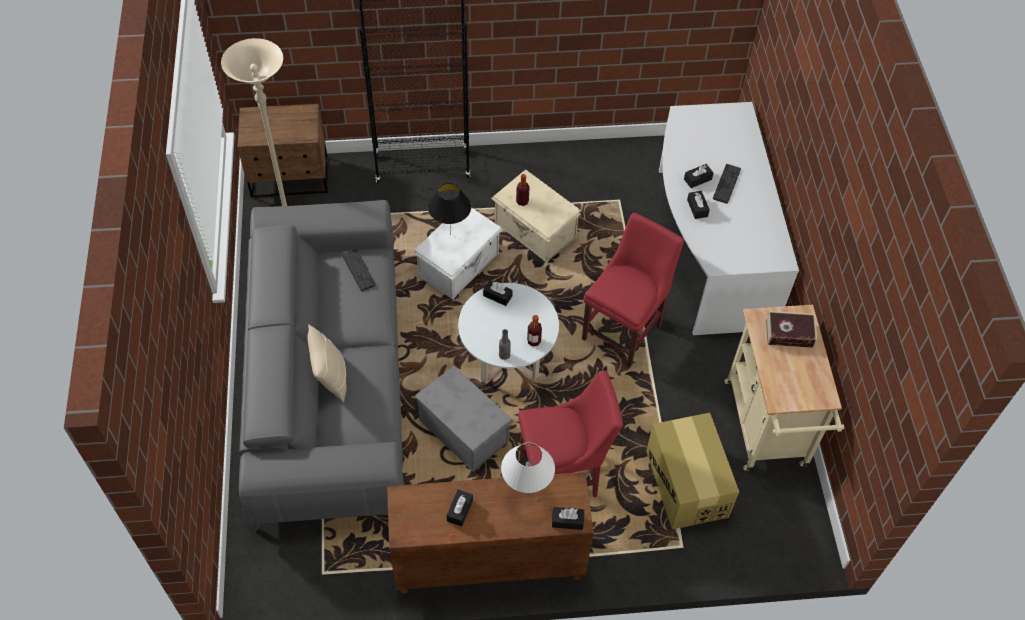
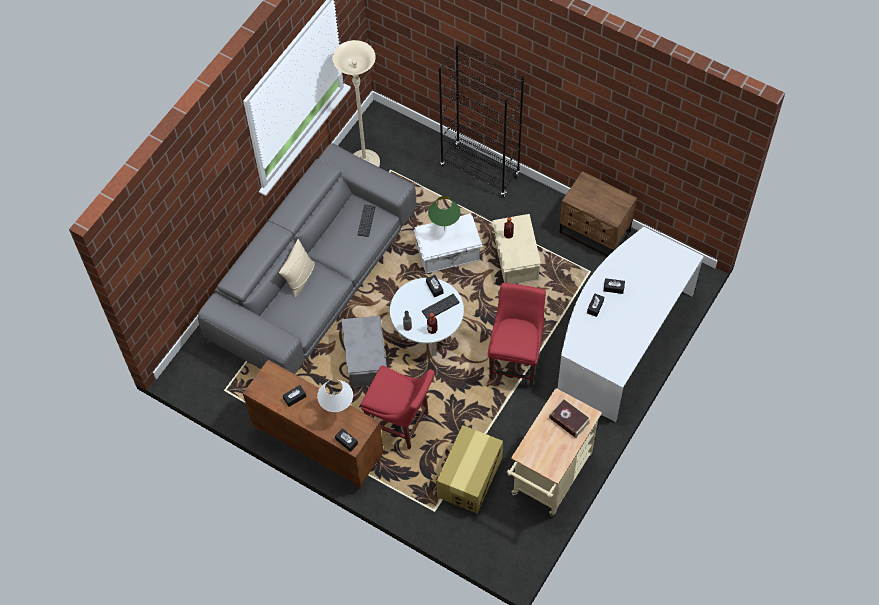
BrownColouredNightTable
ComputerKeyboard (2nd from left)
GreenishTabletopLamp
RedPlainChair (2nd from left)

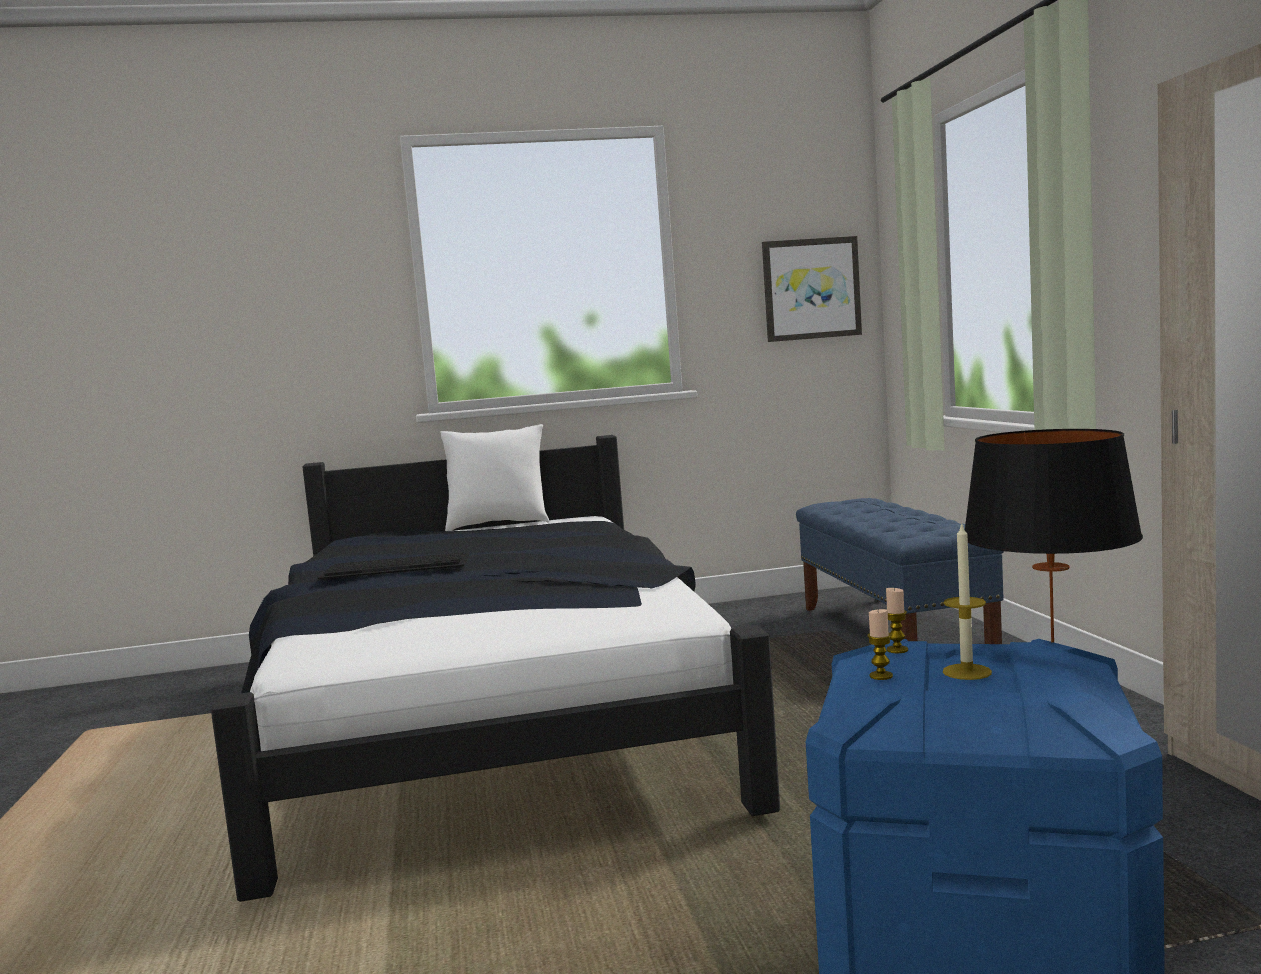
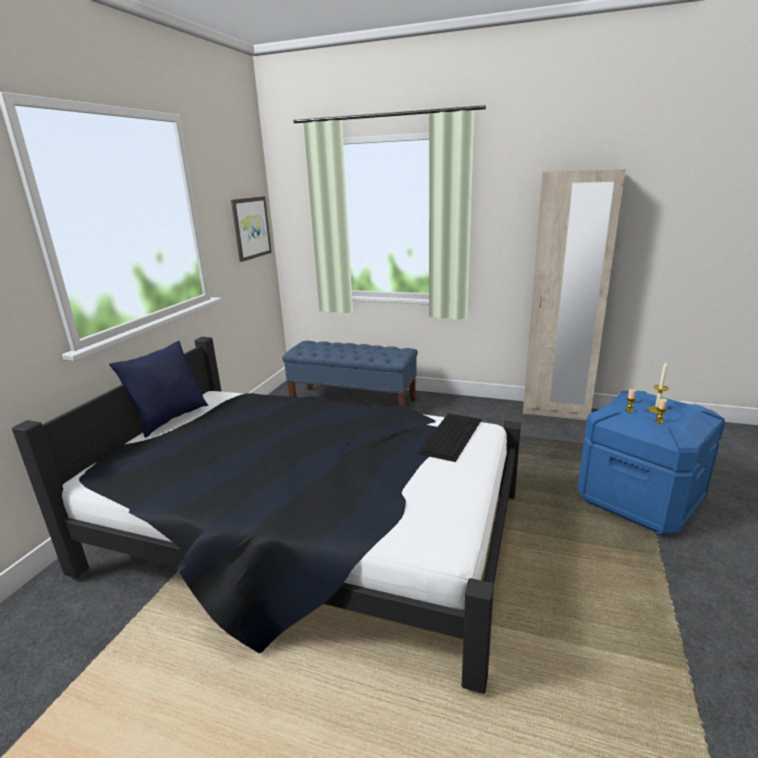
BlackishTabletopLamp
ComputerKeyboard
BlueCushion

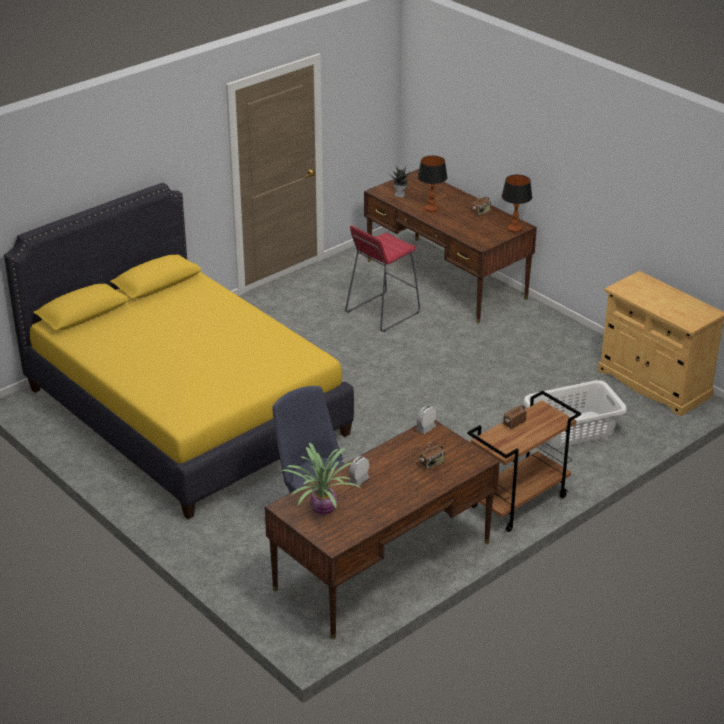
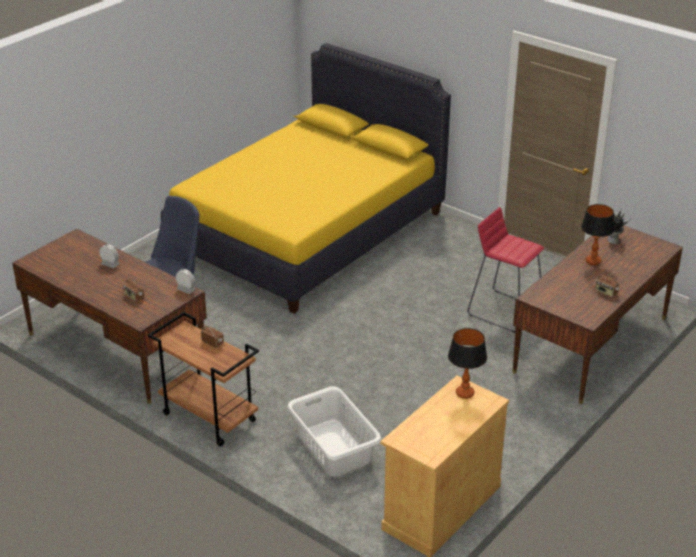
PlantInAPot (1st from left in the first image)
TabletopLamp (1st from left)

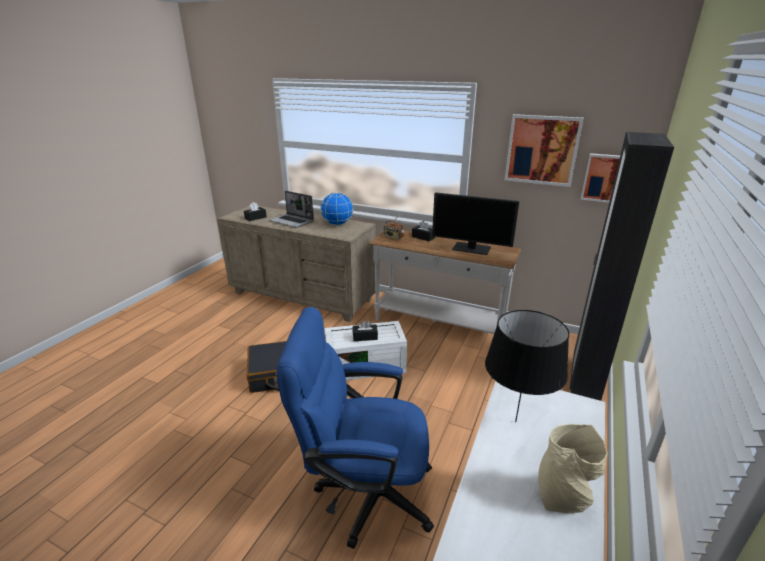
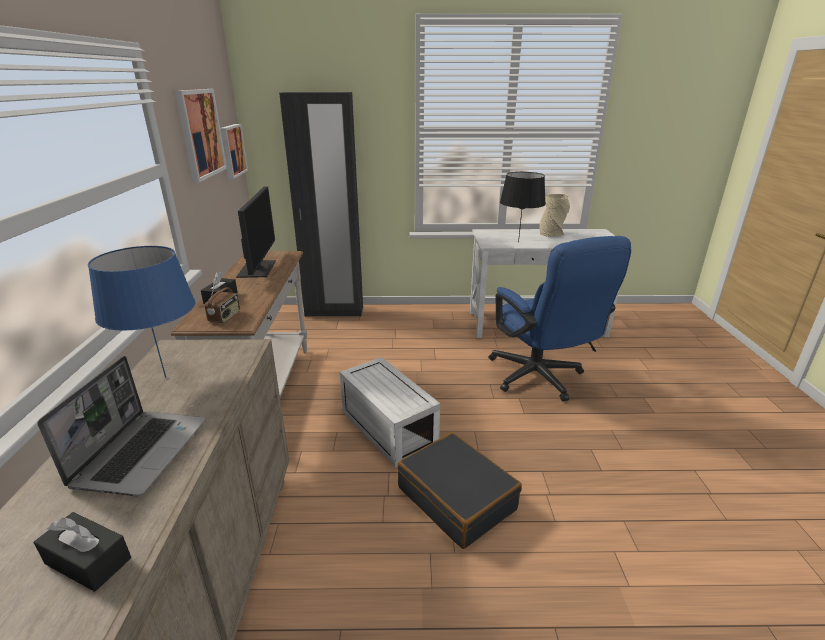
BlackishTissueBox (2nd from left in the first image)
BlueTabletopLamp

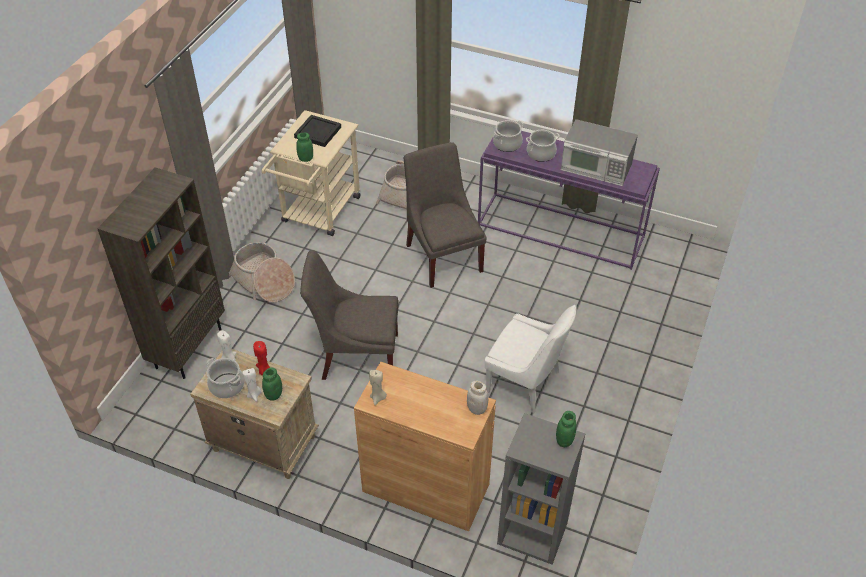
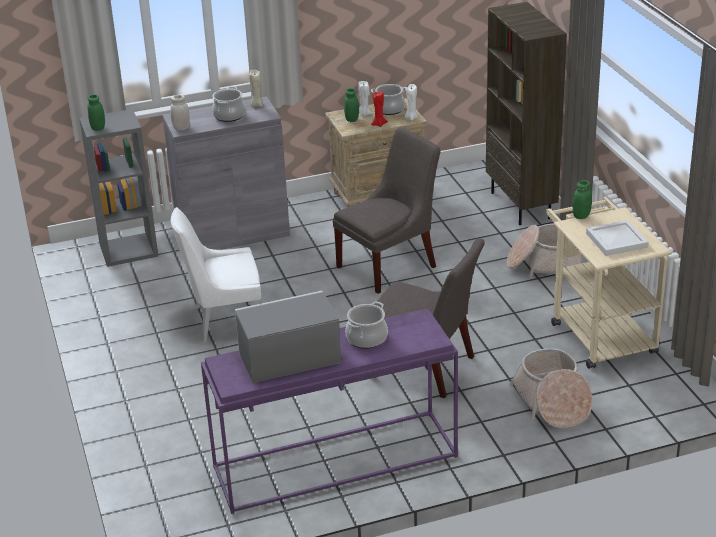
Saucepot (1st from left)
WhiteColouredServingTray
GreyishCupboard

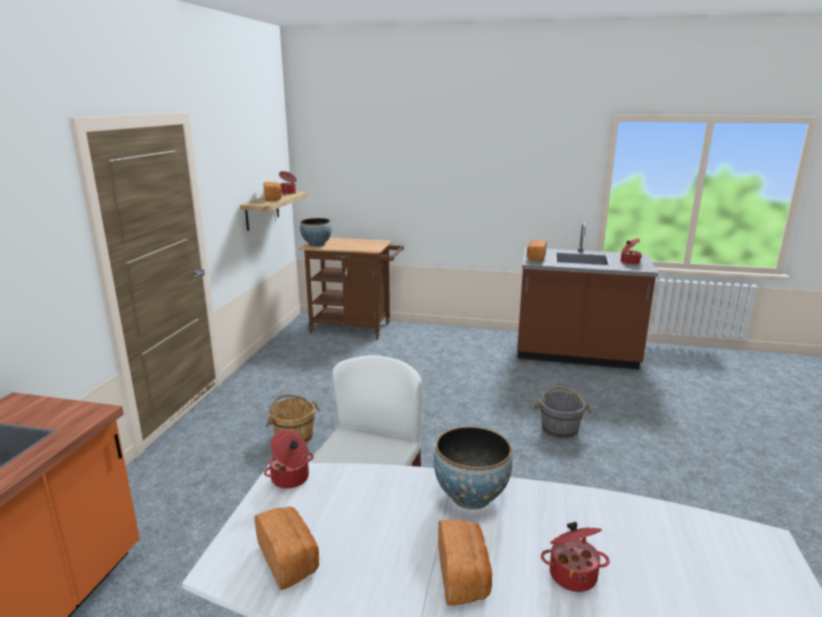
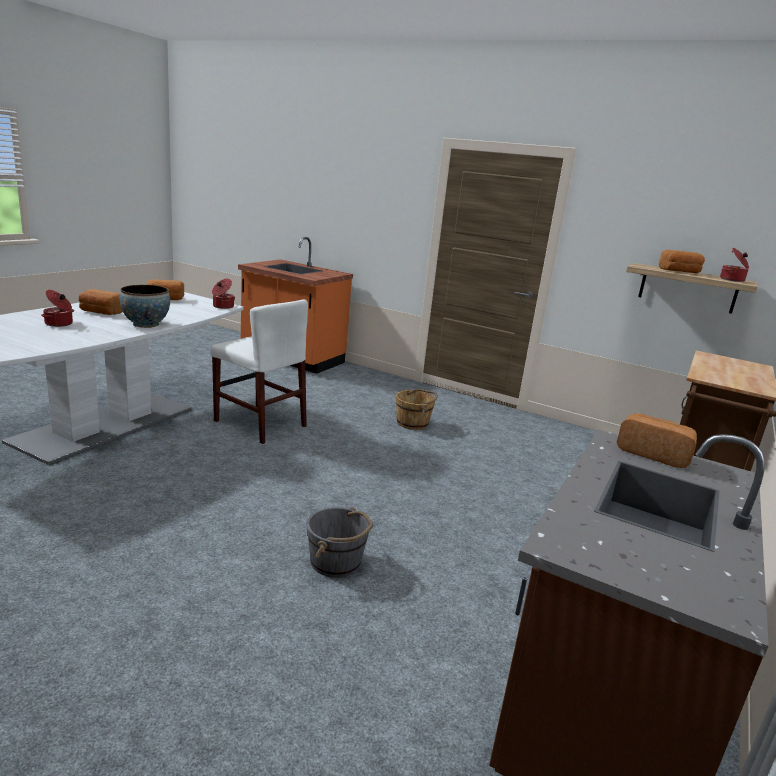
DeepDish (1st from left in the first image)
Saucepot (4th from left in the first image)

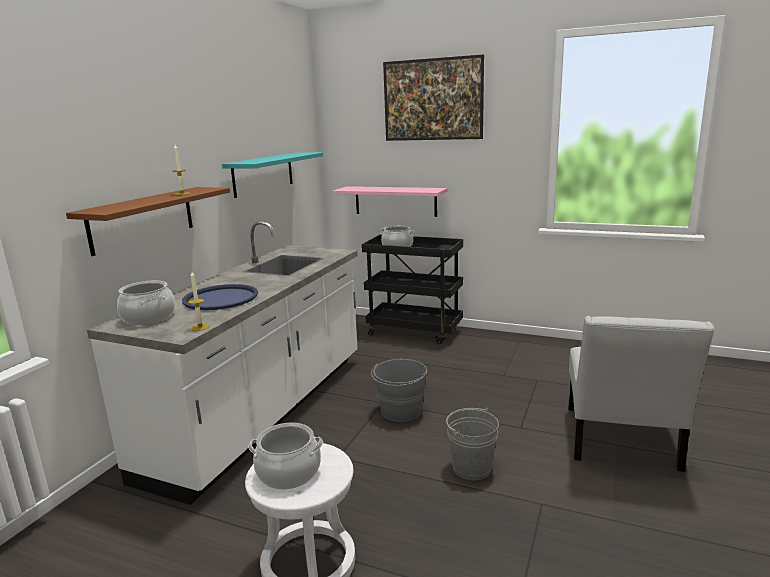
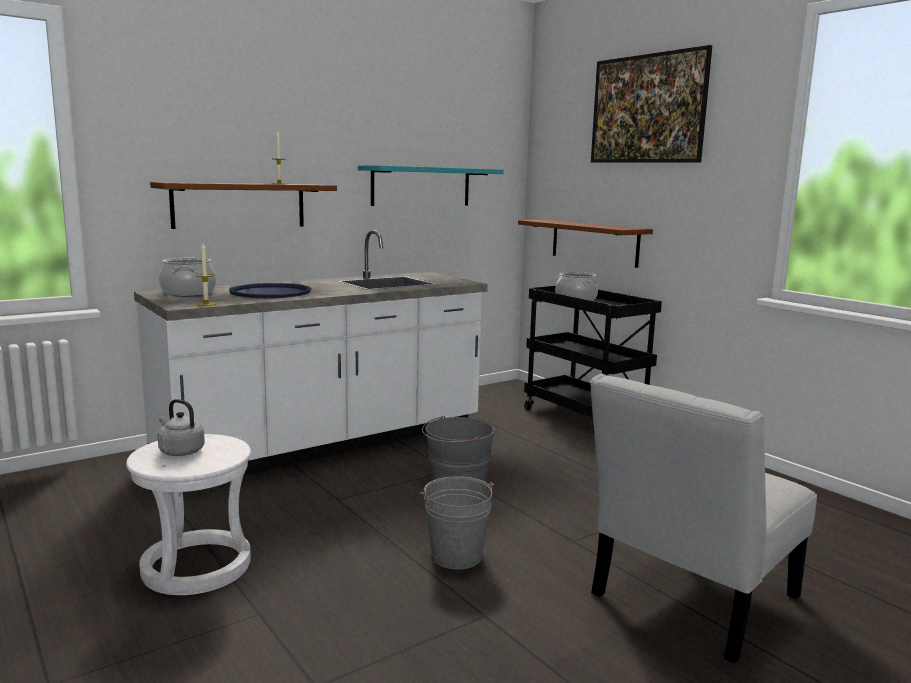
GreyishTeaKettle
BrownColouredWallShelf (2nd from left)

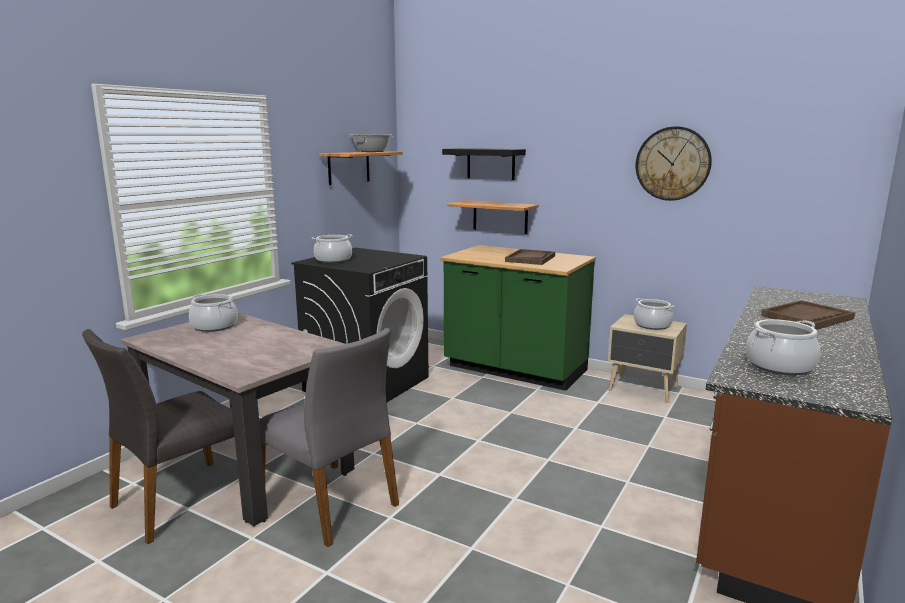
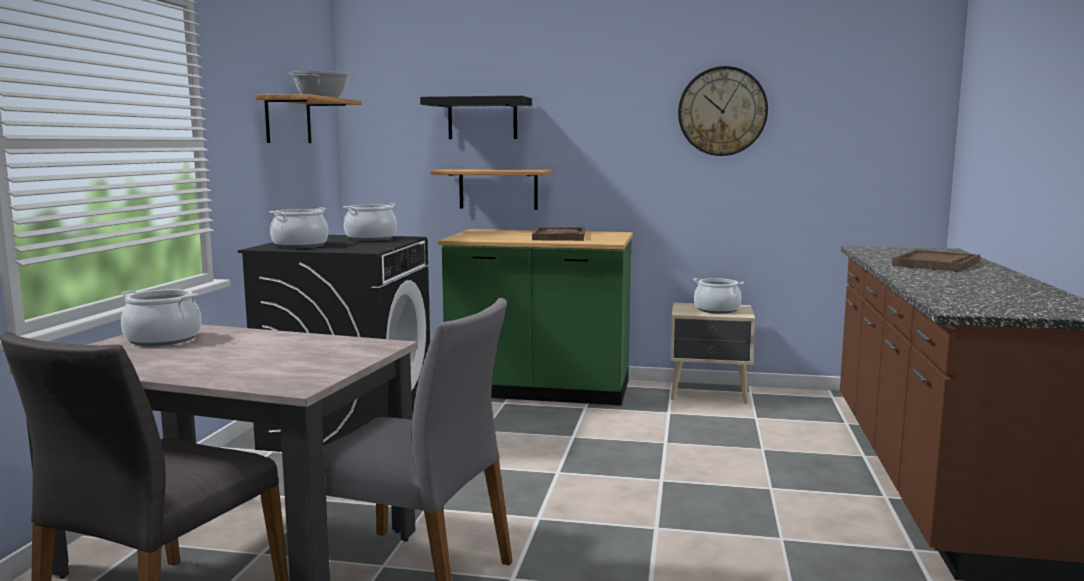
Saucepot (4th from left)

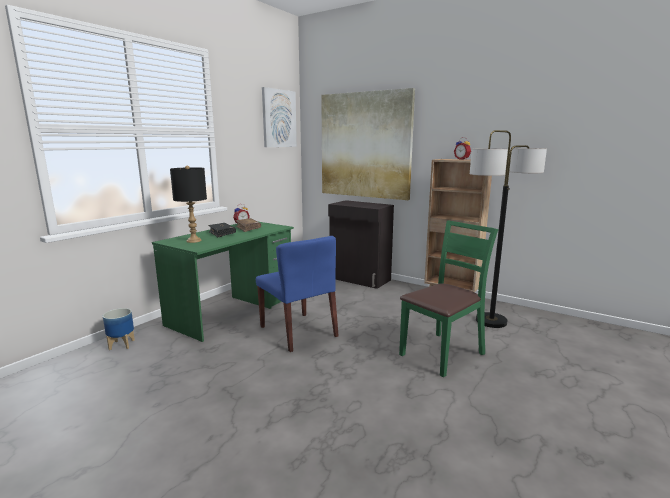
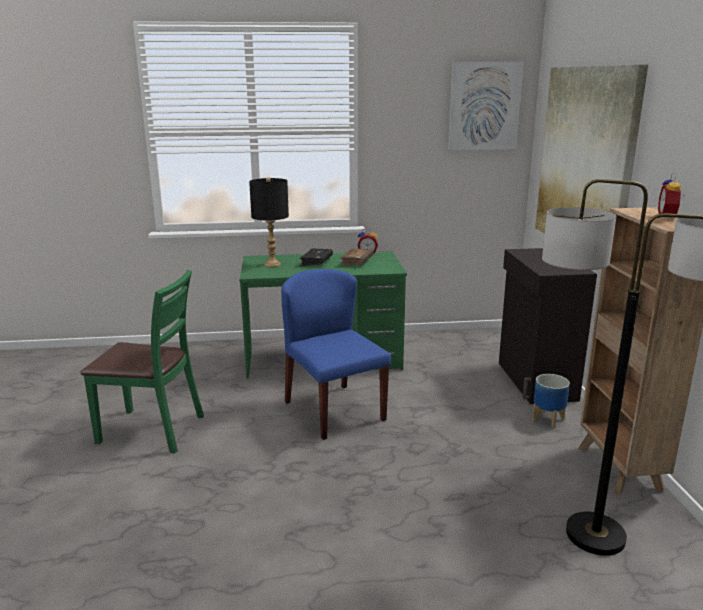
PlantPot
GreenishPlainChair
BluePlainChair

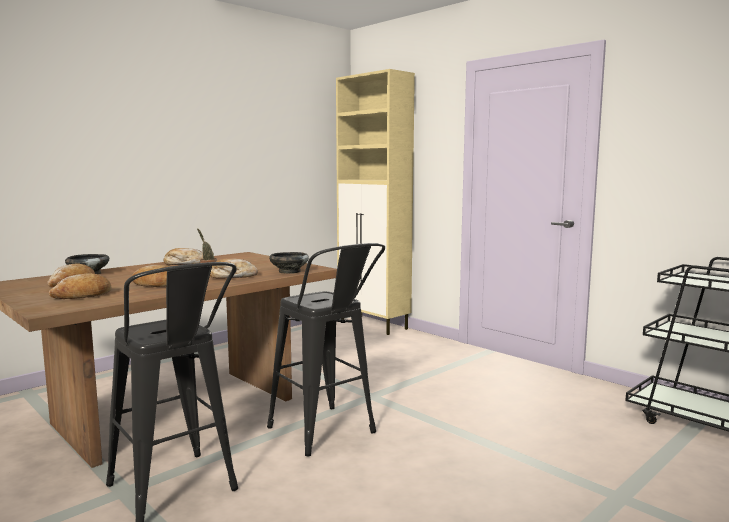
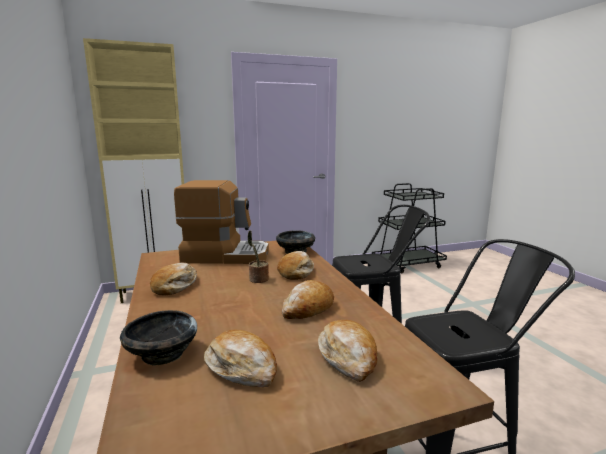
CoffeeMachine

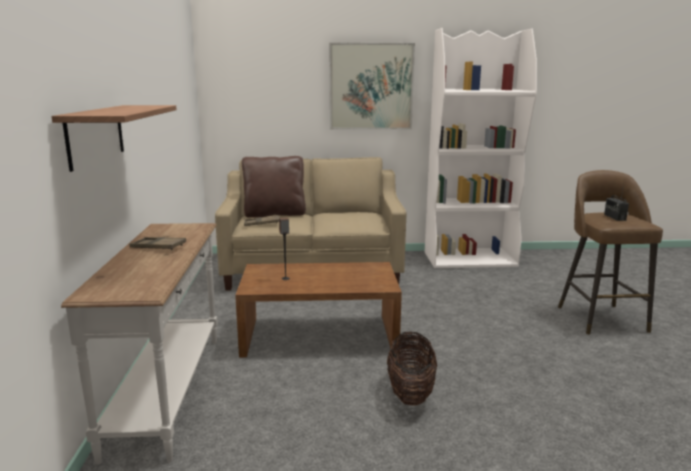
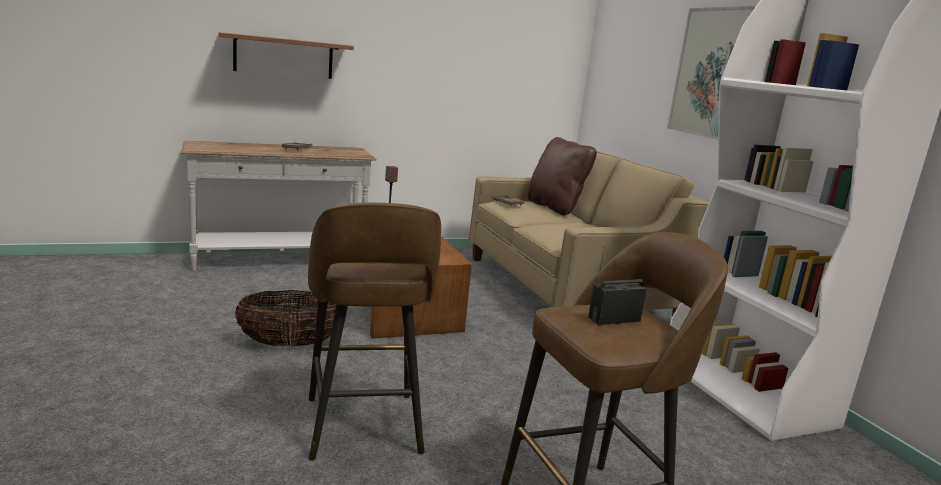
BrownColouredStoolSeat (1st from left)

